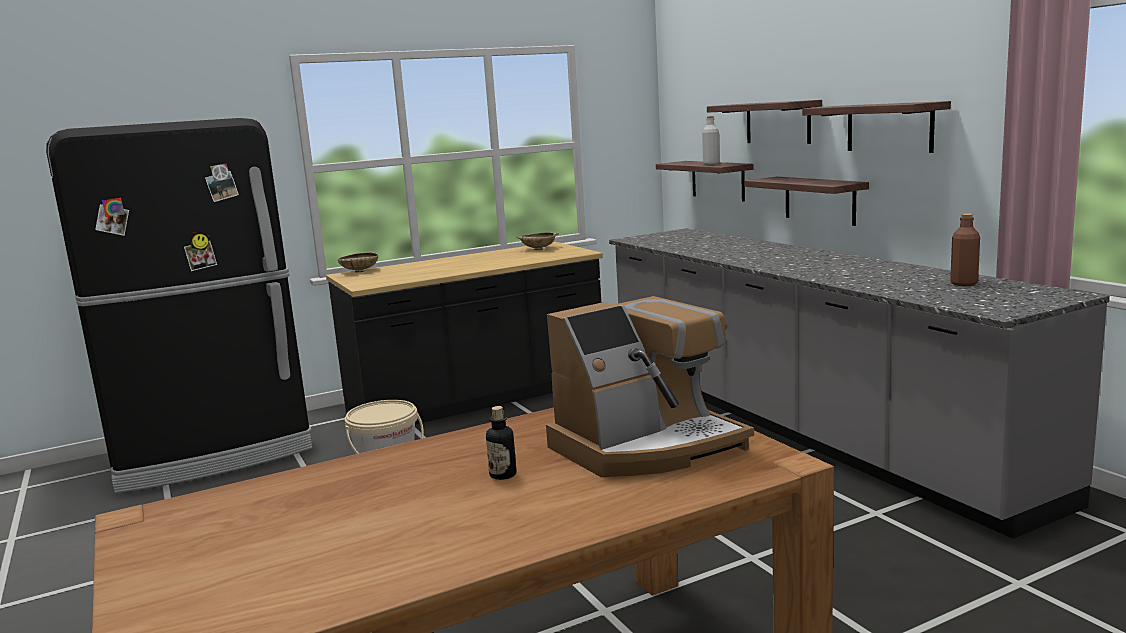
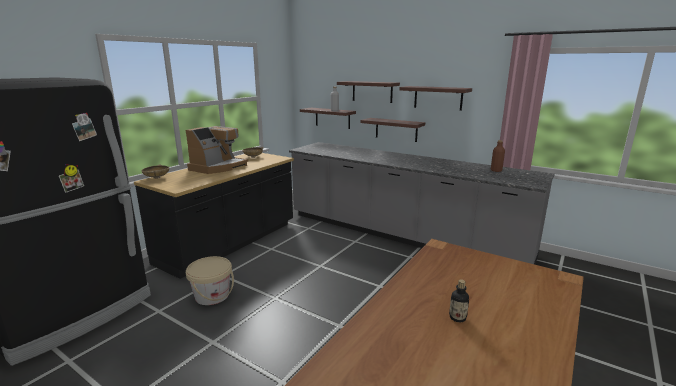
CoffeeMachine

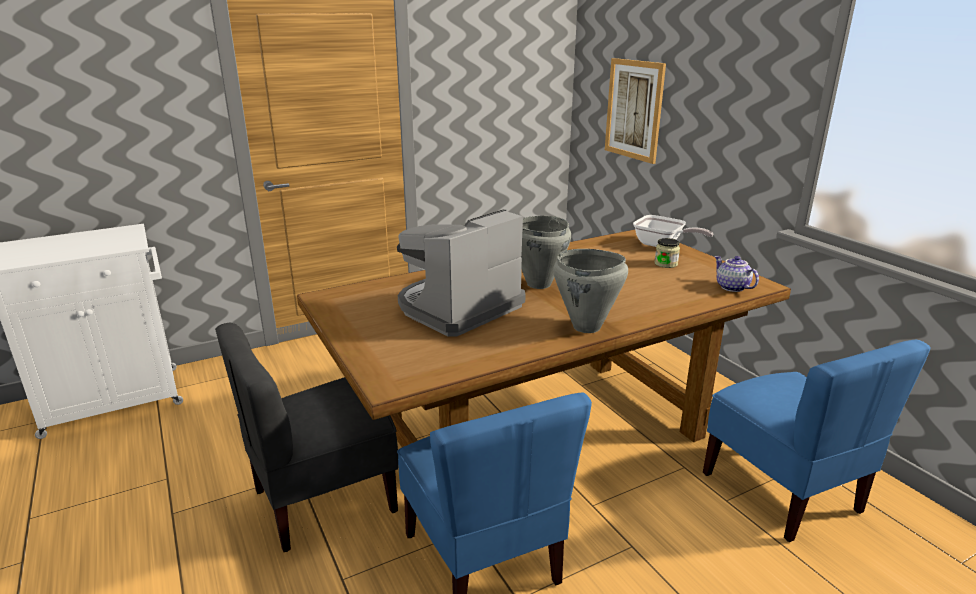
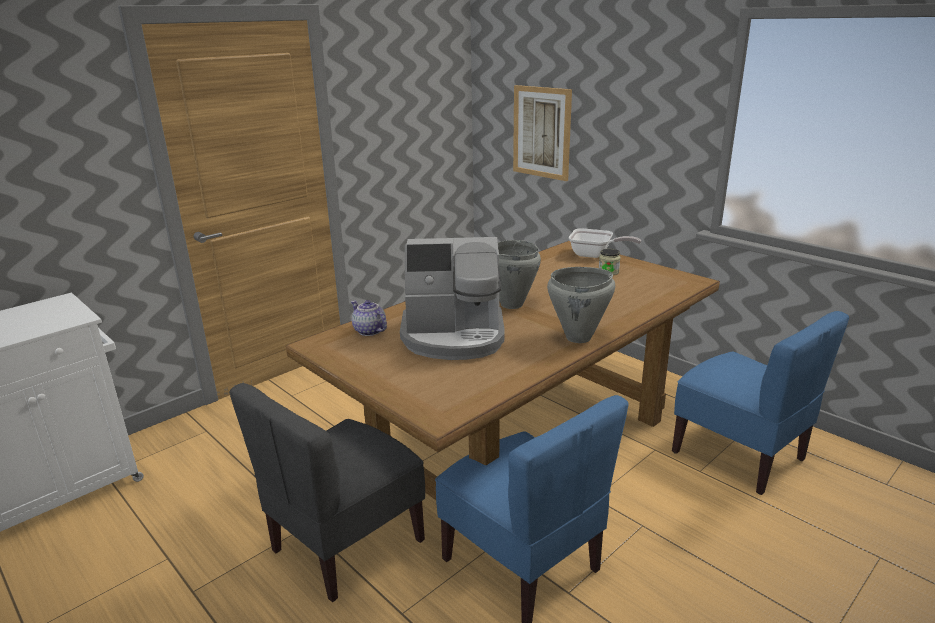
TeaPot
CoffeeMachine

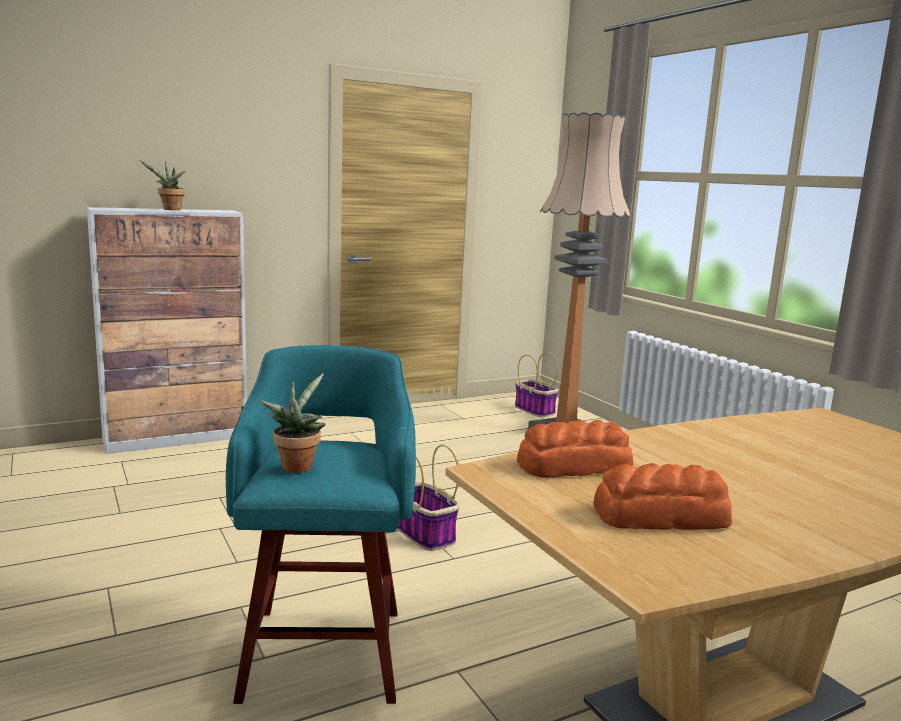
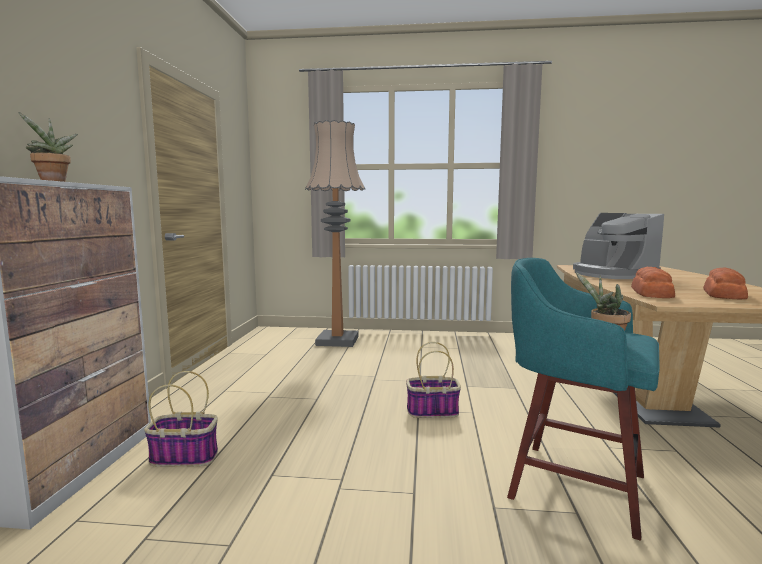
CoffeeMachine
HouseholdBasket (1st from left)

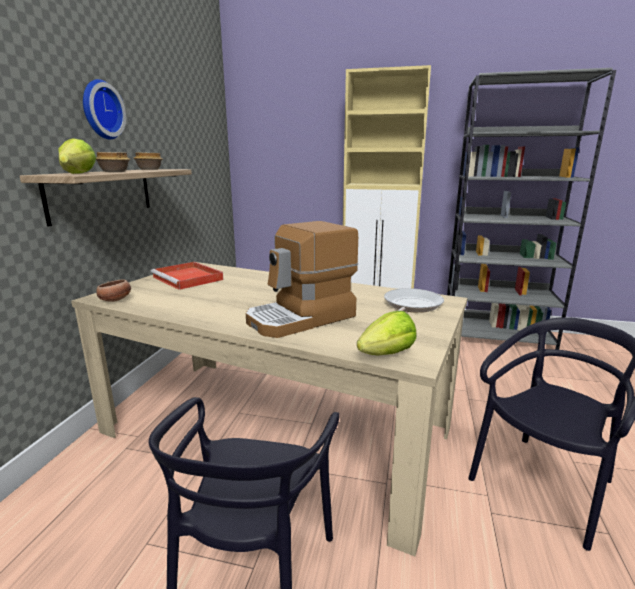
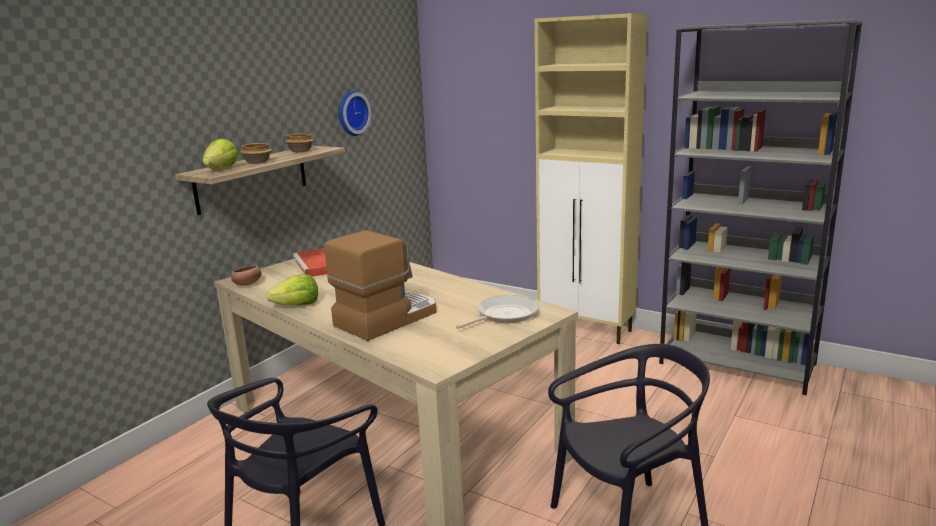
ClockOnTheWall
HeadOfLettuce (2nd from left)
CoffeeMachine

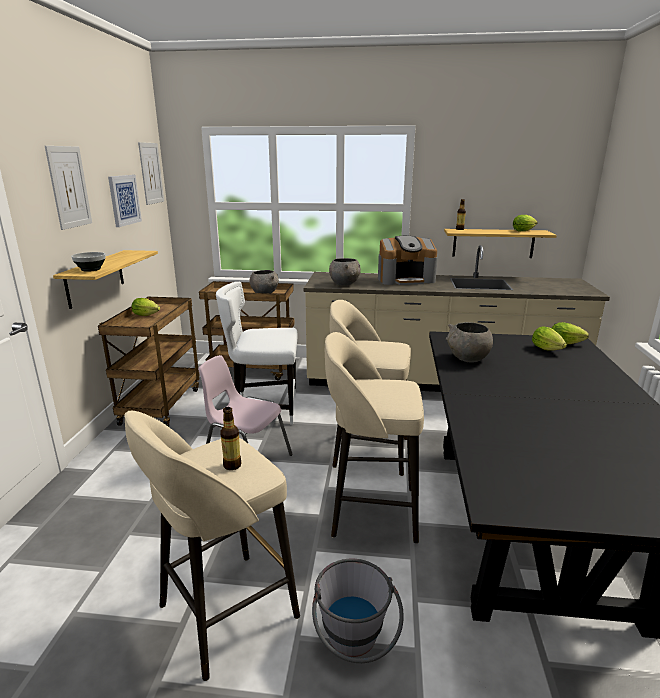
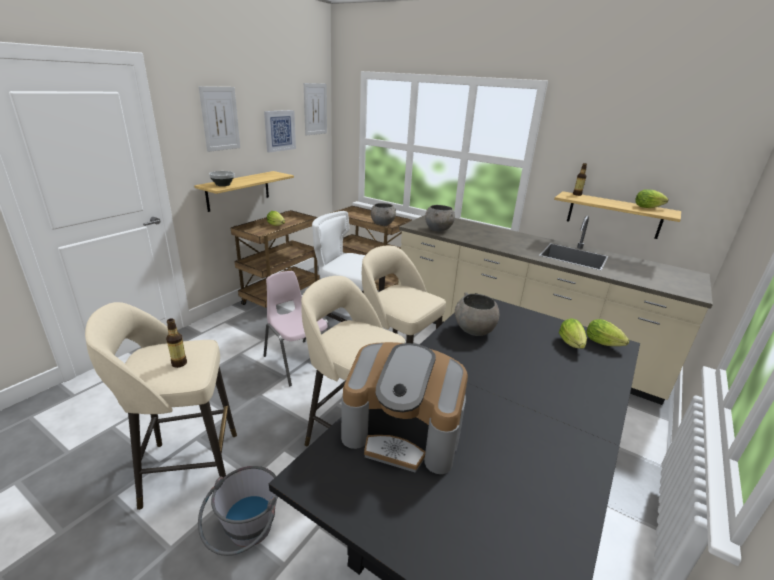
CoffeeMachine

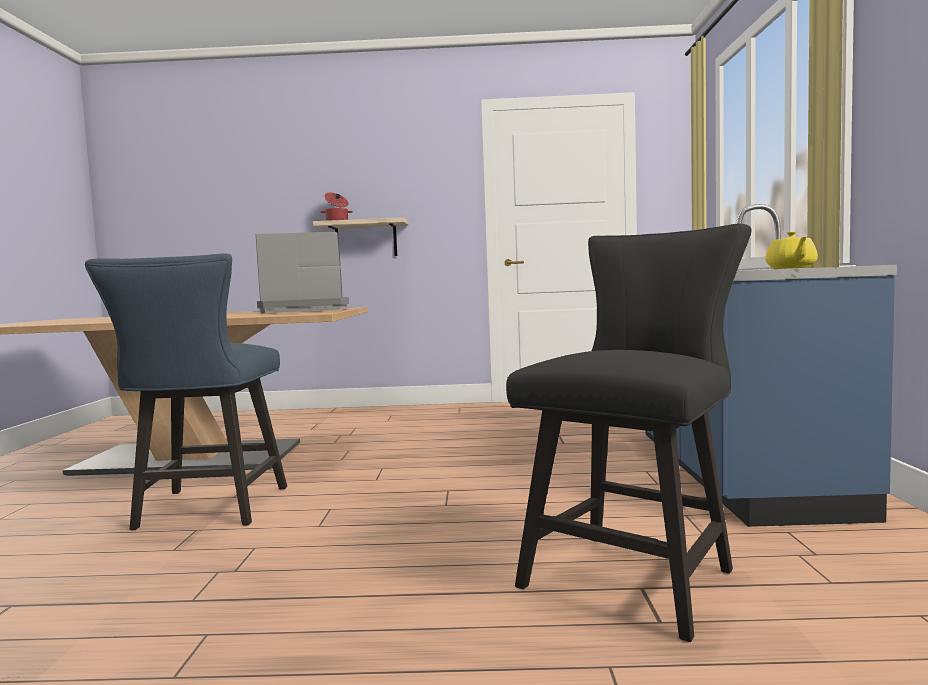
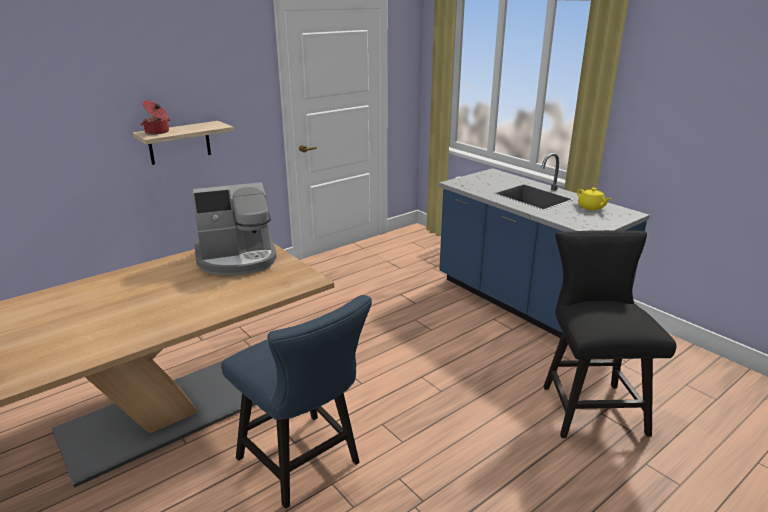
CoffeeMachine

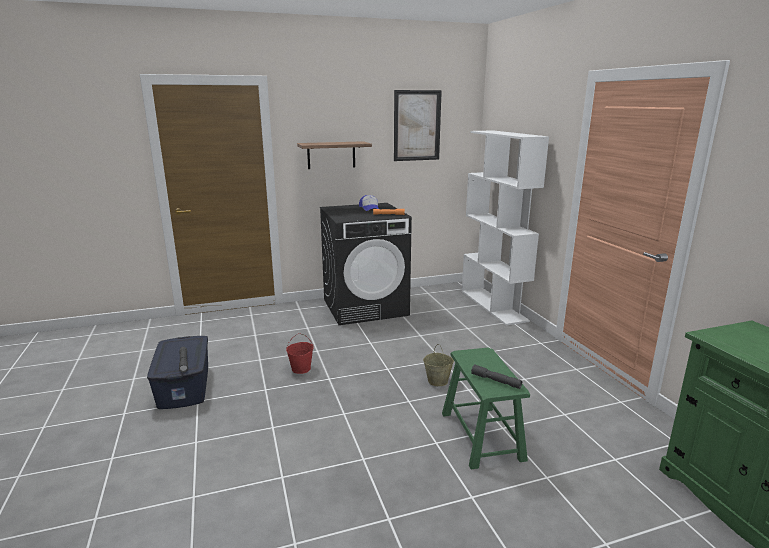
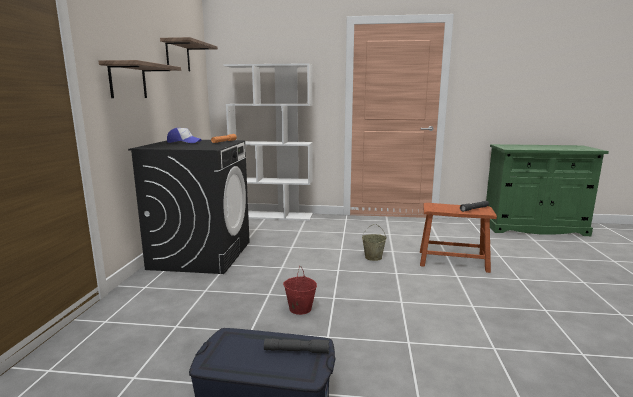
WallShelf (2nd from left)
BrownColouredStoolSeat

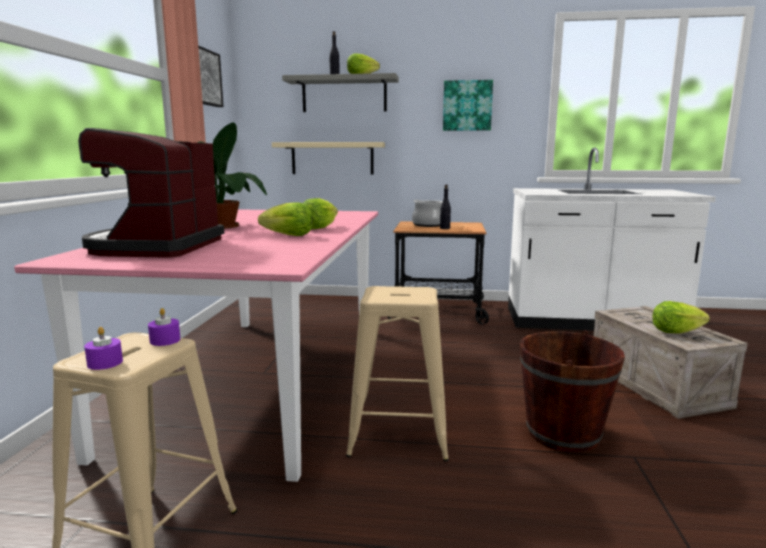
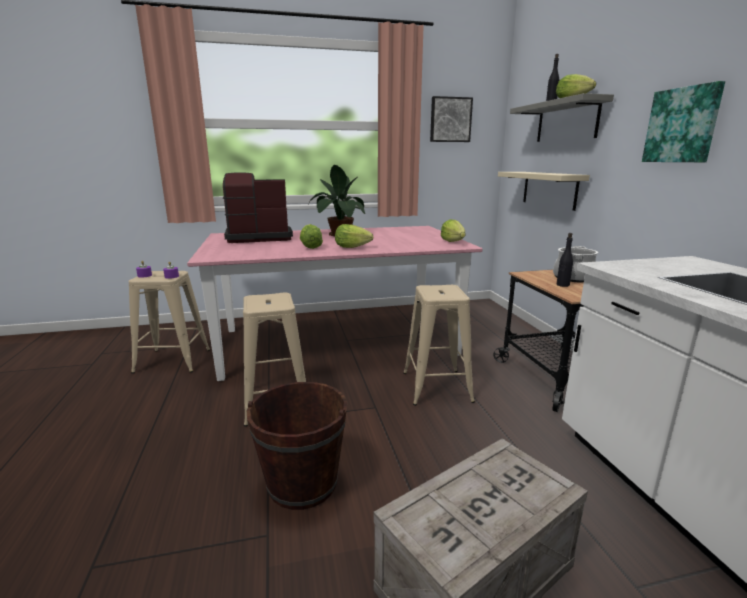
BeigeColouredStoolSeat (3rd from left)
HeadOfLettuce (3rd from left)

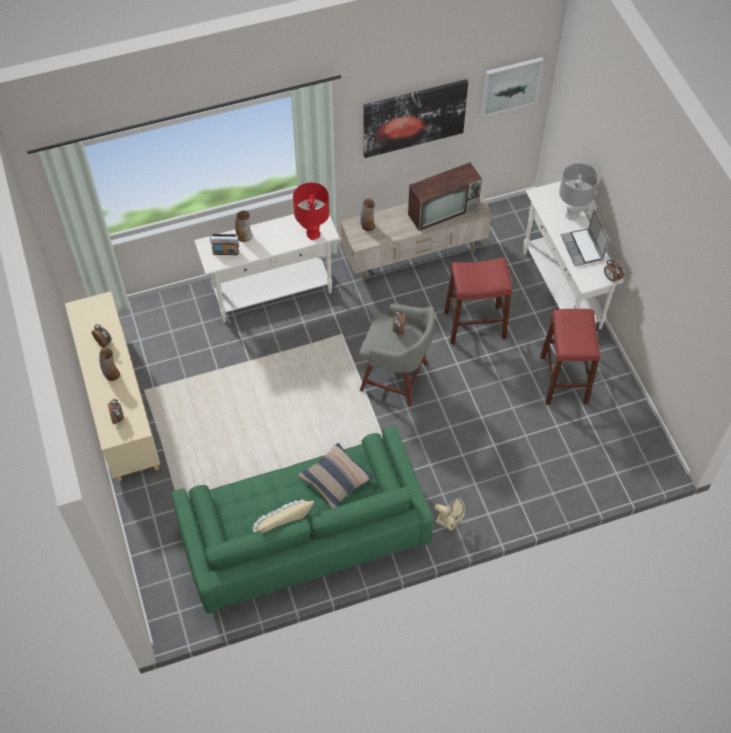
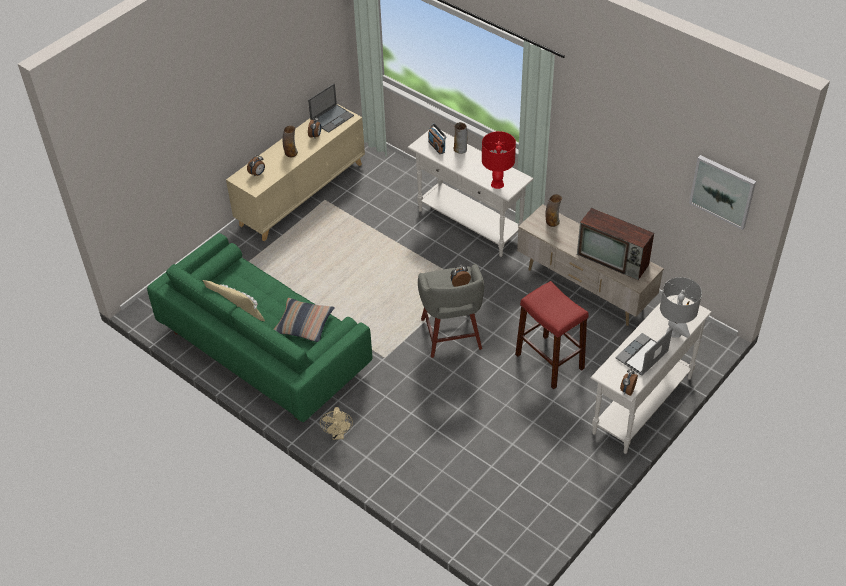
WallPicture (1st from left in the first image)
RedStoolSeat (2nd from left in the first image)
Laptop (1st from left)

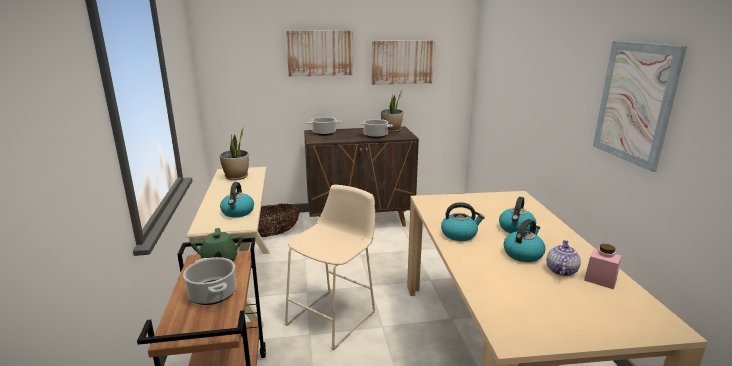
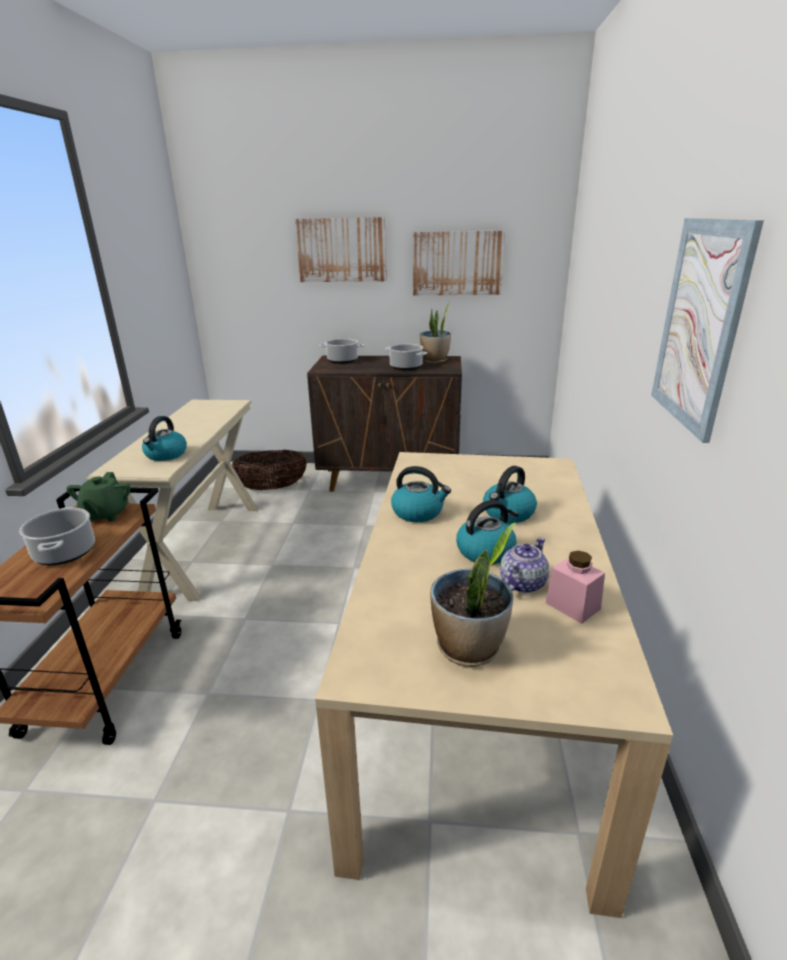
BeigeColouredStoolSeat
PlantInAPot (2nd from left)

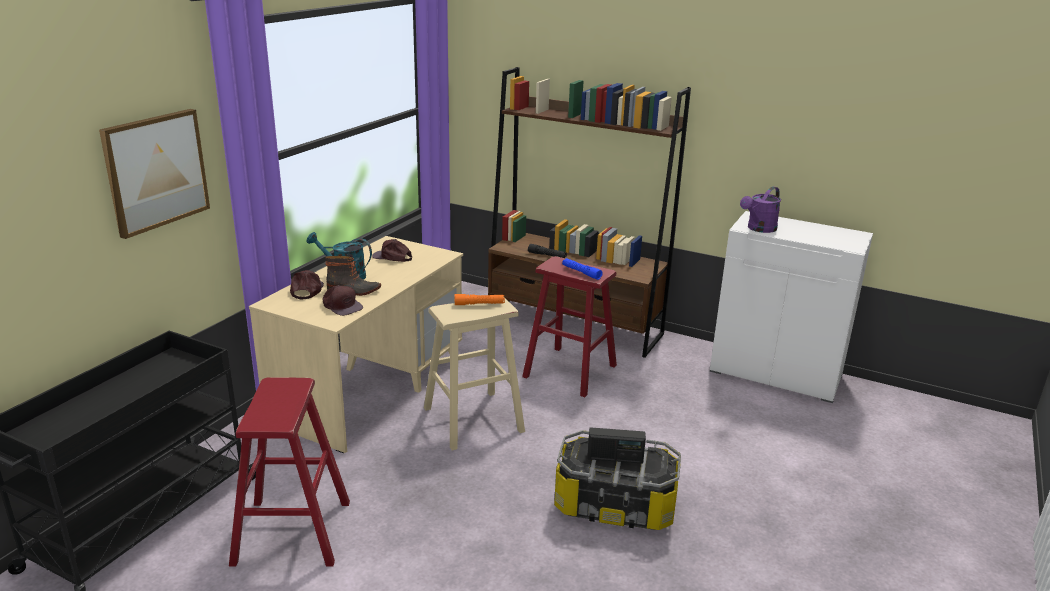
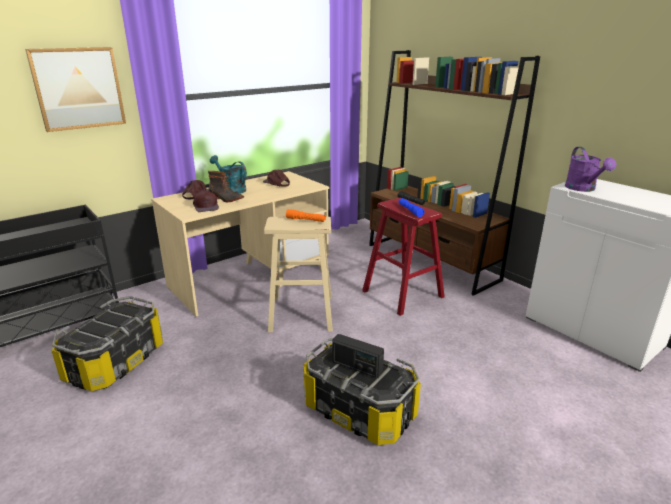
StorageBox (1st from left)
PurplishWateringPot

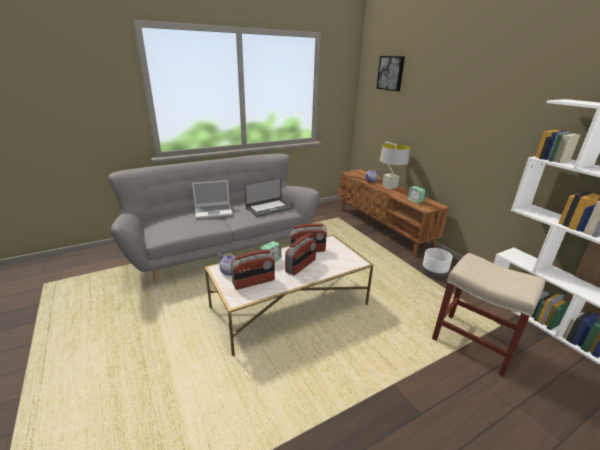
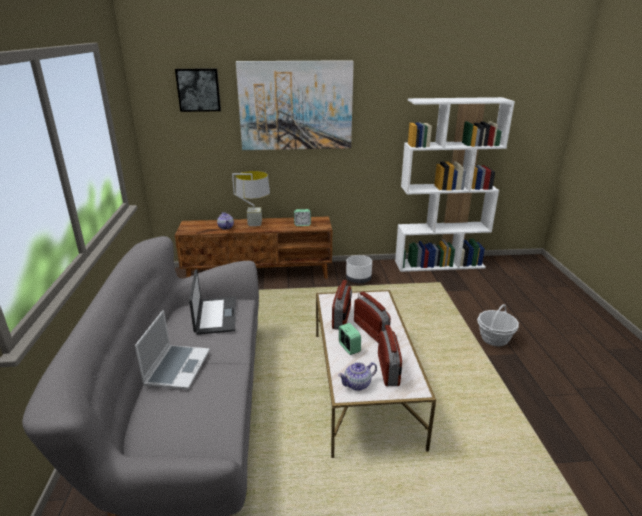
BeigeColouredStoolSeat
WallPicture (2nd from left)
HouseholdBasket

